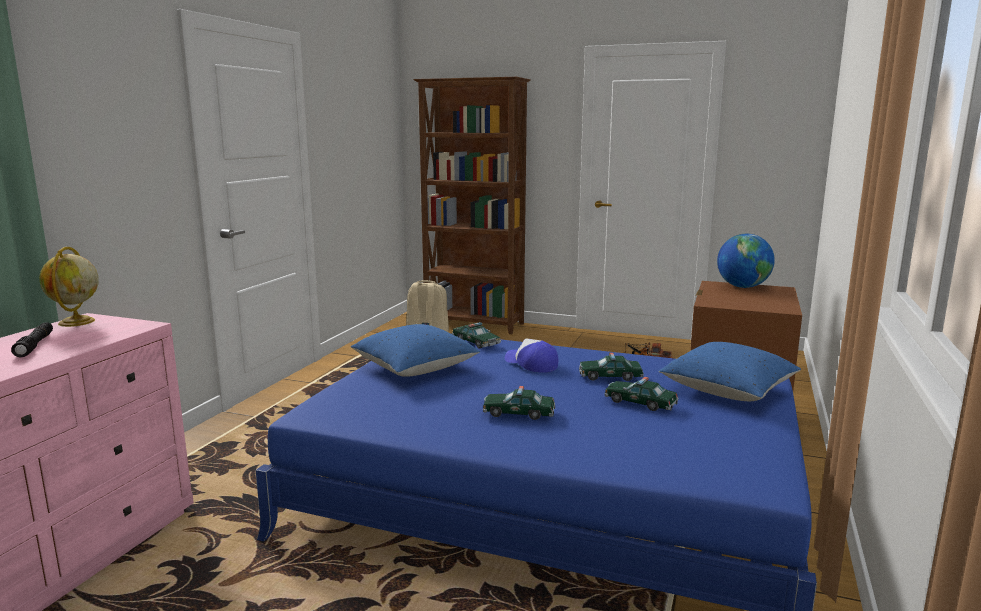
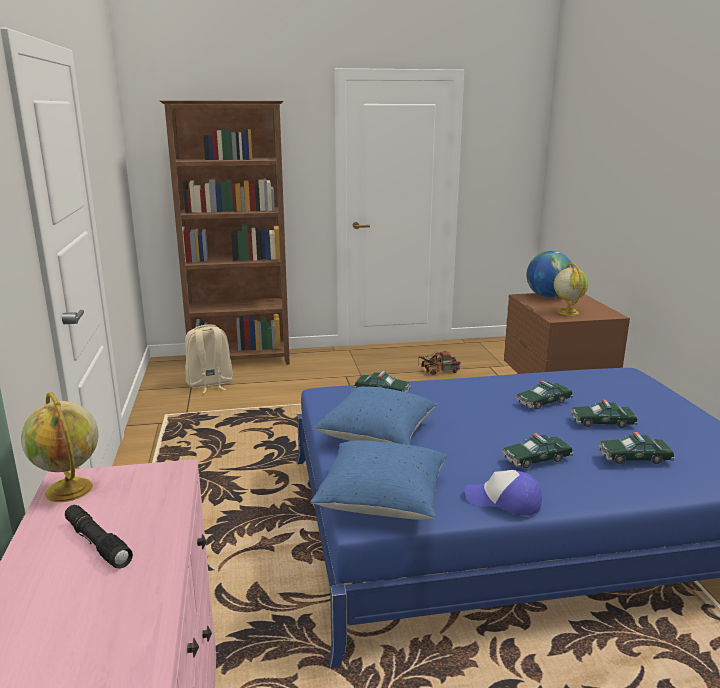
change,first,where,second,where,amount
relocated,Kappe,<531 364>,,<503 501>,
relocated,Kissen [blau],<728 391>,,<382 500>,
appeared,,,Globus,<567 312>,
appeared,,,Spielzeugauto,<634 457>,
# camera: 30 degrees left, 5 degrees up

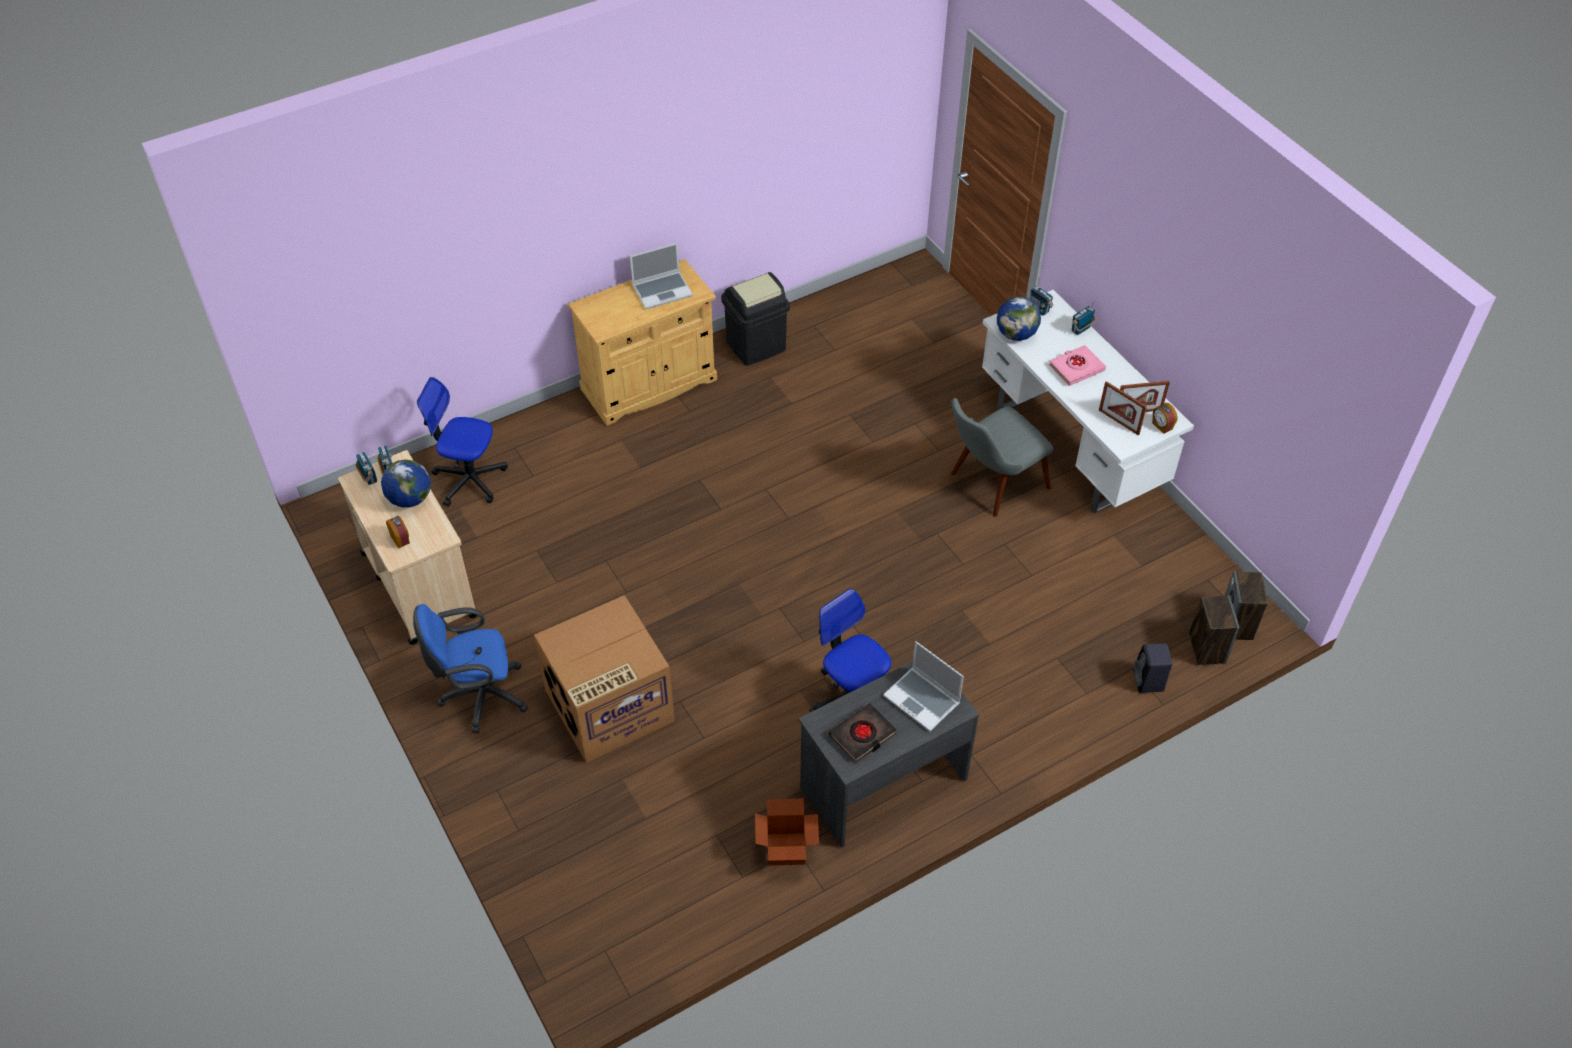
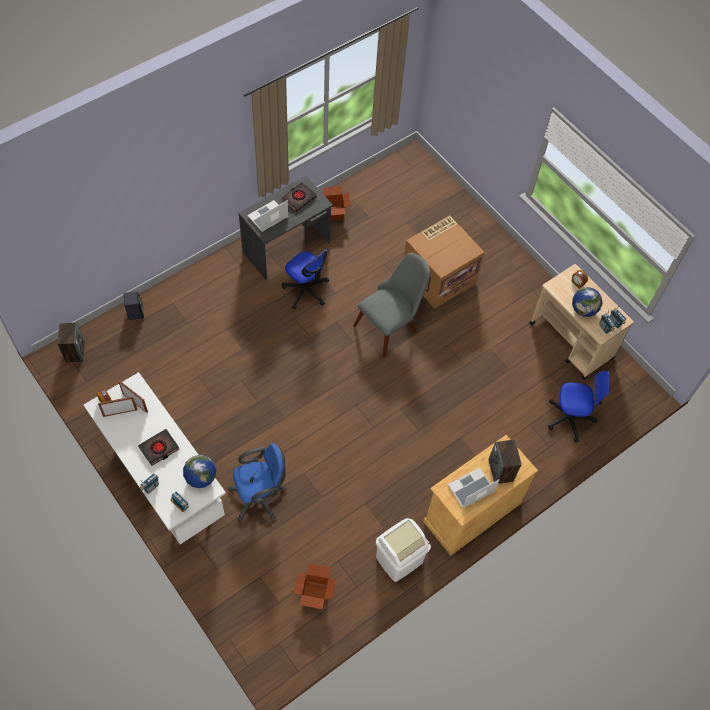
change,first,where,second,where,amount
colour,Mülleimer [schwarz],<756 346>,Mülleimer [weiß],<399 559>,
colour,Buch [rosa],<1076 368>,Buch [schwarz],<159 448>,
relocated,Stuhl [grau],<990 485>,,<391 324>,
relocated,Lautsprecher,<1206 648>,,<501 471>,
relocated,Bürostuhl [blau],<479 696>,,<260 496>,
spun,Laptop,<923 700>,,<268 217>,75 degrees counterclockwise
appeared,,,Karton,<315 593>,
# camera: 170 degrees right, 10 degrees up

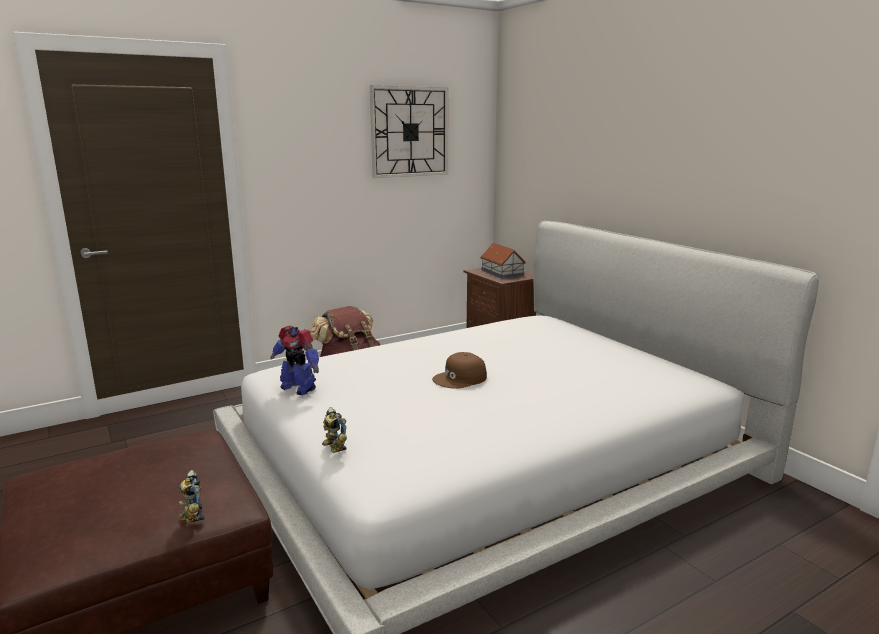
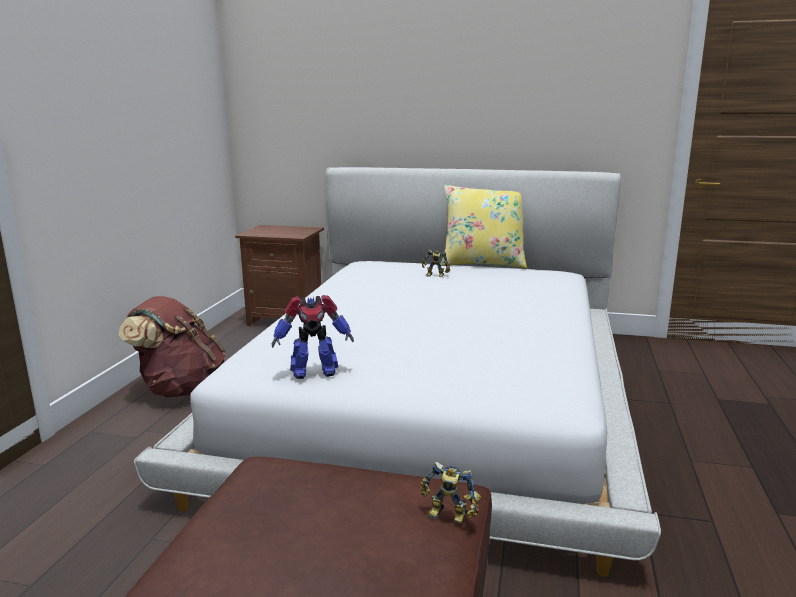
change,first,where,second,where,amount
missing,Wanduhr,<410 132>,,,
missing,Spielzeughaus,<502 272>,,,
missing,Kappe [braun],<460 379>,,,
relocated,Spielzeugroboter,<332 447>,,<435 276>,
appeared,,,Kissen [gelb],<483 263>,
# camera: 45 degrees left, 0 degrees up

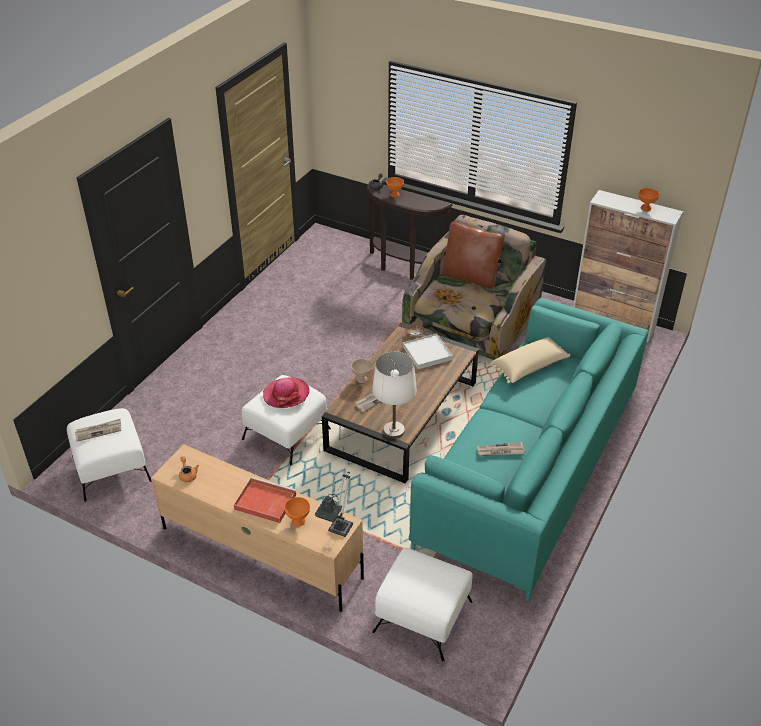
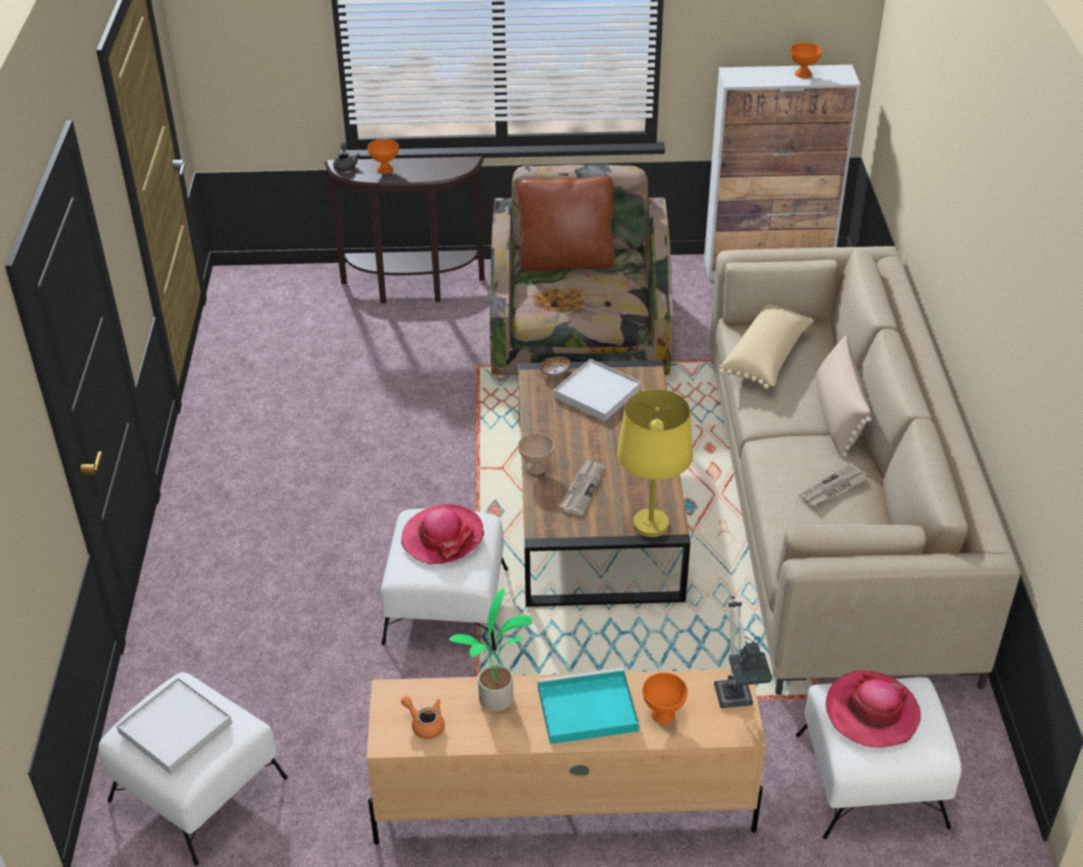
change,first,where,second,where,amount
colour,Sofa [türkis],<529 468>,Sofa [beige],<830 507>,
colour,Tischlampe [weiß],<393 430>,Tischlampe [gelb],<650 524>,
exchanged,Zeitung,<99 431>,Tablett [weiß],<175 728>,
colour,Tablett [rot],<264 502>,Tablett [türkis],<585 710>,
appeared,,,Kissen [beige],<838 415>,
appeared,,,Topfpflanze,<497 701>,
appeared,,,Hut,<871 712>,
# camera: 30 degrees left, 0 degrees up

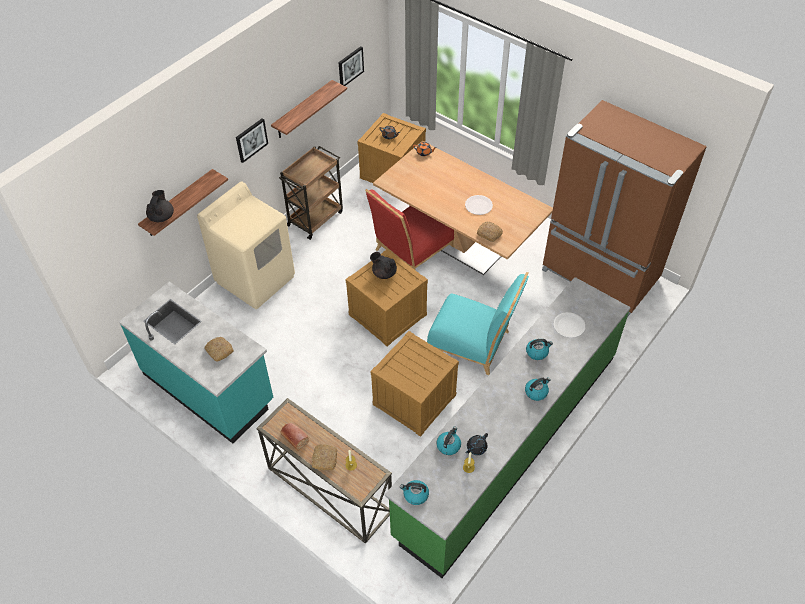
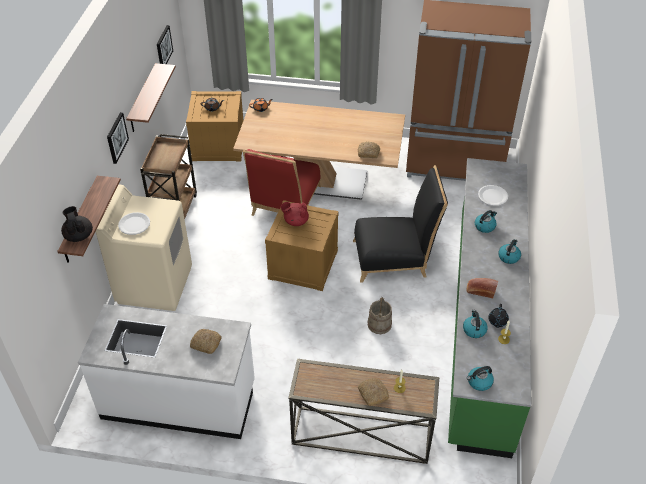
change,first,where,second,where,amount
relocated,Teller [weiß],<478 205>,,<134 224>,
colour,Teekanne [schwarz],<384 273>,Teekanne [rot],<295 221>,
colour,Stuhl [türkis],<473 344>,Stuhl [schwarz],<394 258>,
colour,Küchenzeile [türkis],<209 387>,Küchenzeile [weiß],<179 400>,
exchanged,Kiste,<414 400>,Eimer [beige],<379 324>,
relocated,Brot,<294 438>,,<480 291>,
# camera: 30 degrees left, 5 degrees down

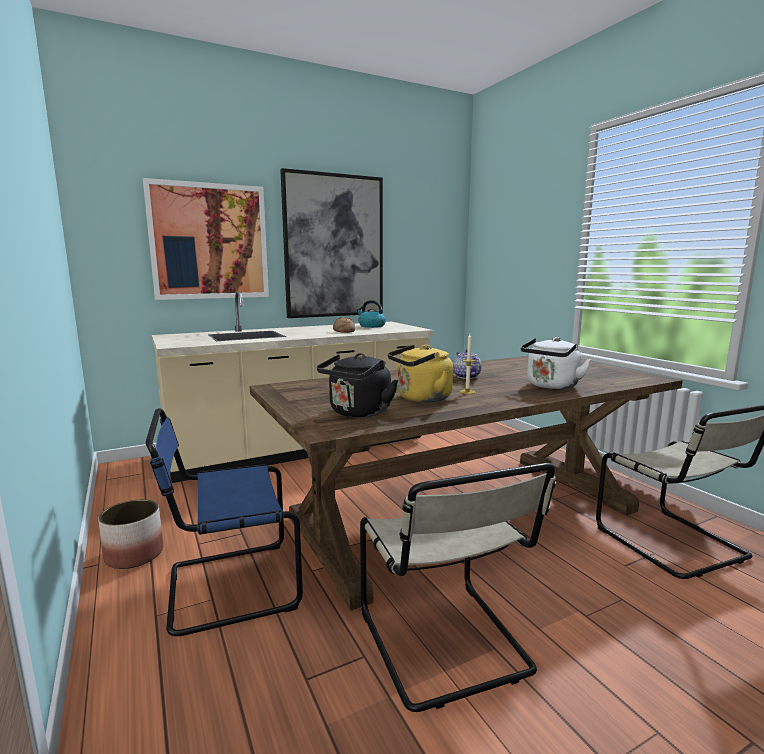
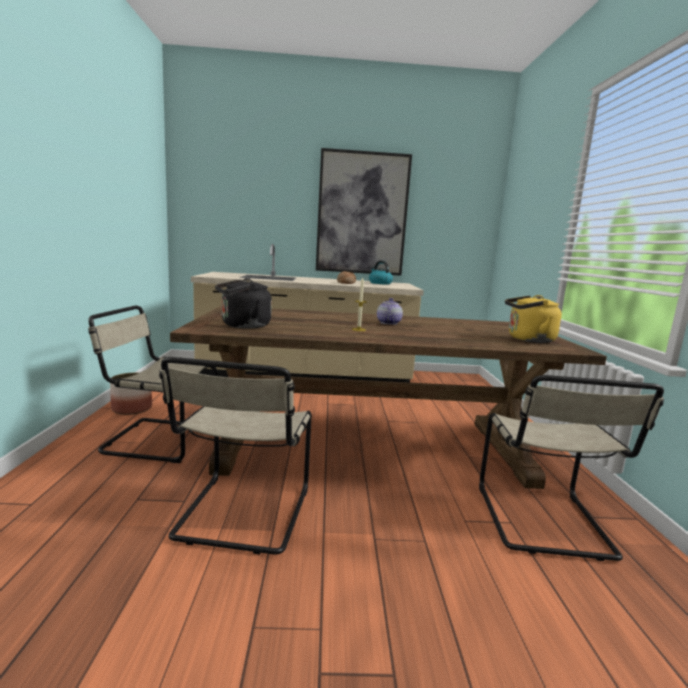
change,first,where,second,where,amount
missing,Bild,<209 242>,,,
missing,Wasserkessel [weiß],<551 386>,,,
relocated,Wasserkessel [gelb],<421 398>,,<528 340>,
colour,Stuhl [blau],<227 587>,Stuhl [beige],<157 439>,
# camera: 25 degrees right, 0 degrees up

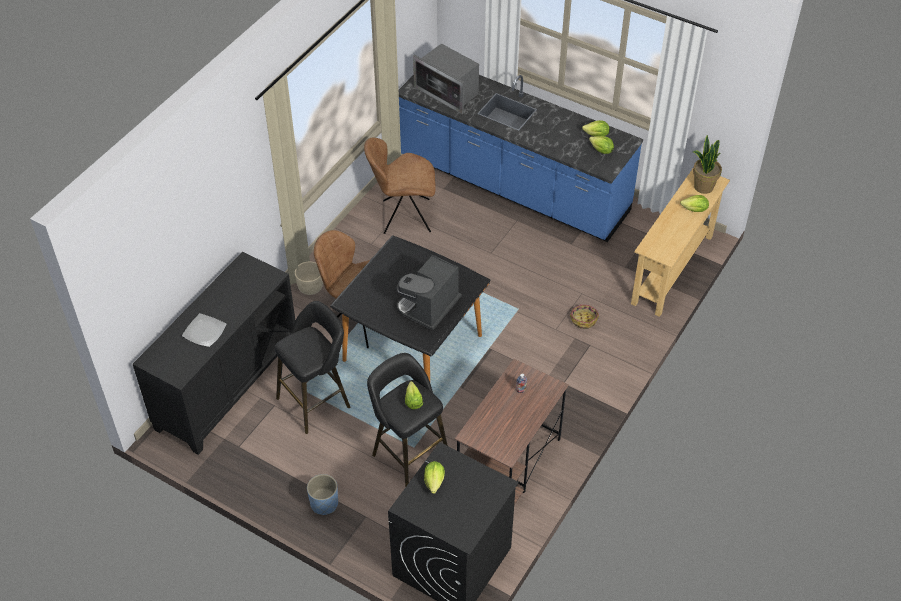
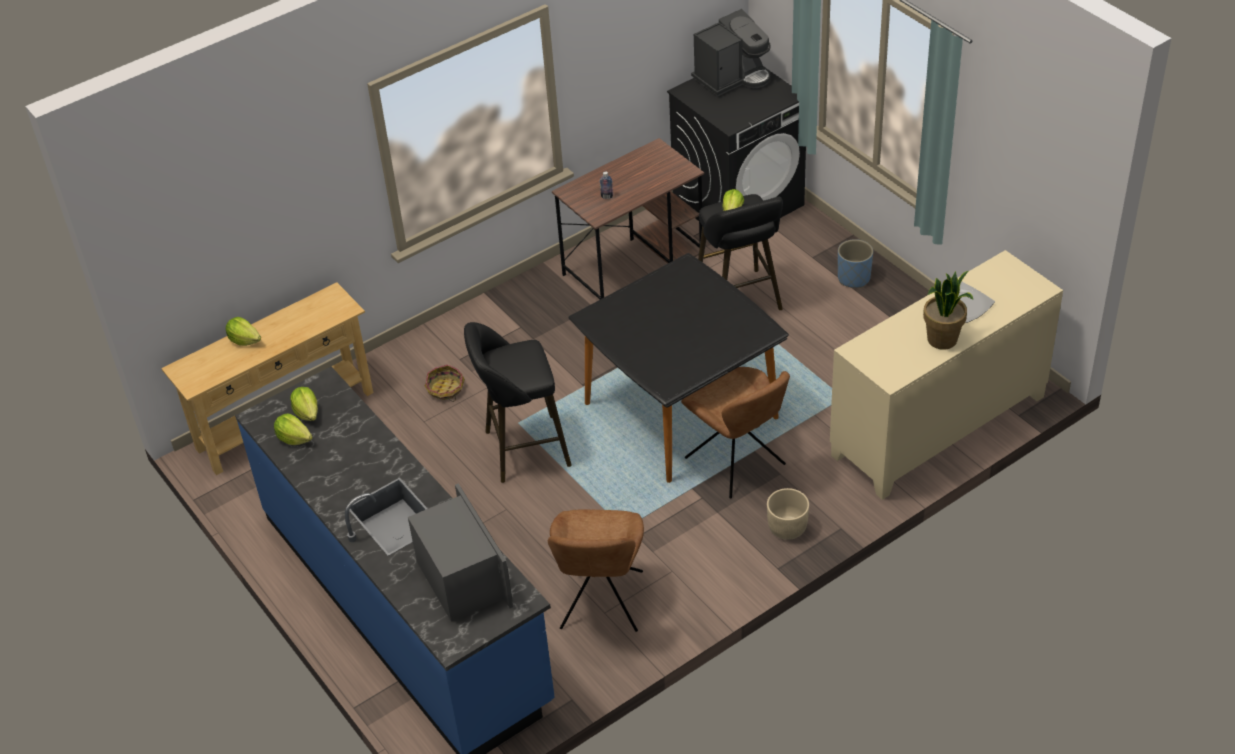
change,first,where,second,where,amount
relocated,Topfpflanze,<703 186>,,<942 340>,
spun,Stuhl [braun],<404 216>,,<601 603>,75 degrees clockwise
colour,Schrank [schwarz],<227 385>,Schrank [beige],<939 427>,
relocated,Kaffeemaschine,<429 308>,,<732 77>,
relocated,Hocker [schwarz],<317 400>,,<522 450>,
missing,Salatkopf,<434 481>,,,
# camera: 155 degrees left, 5 degrees down

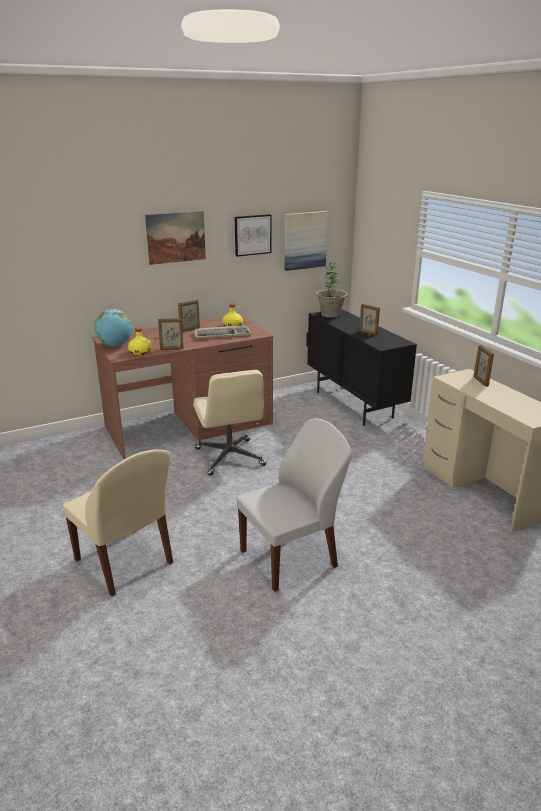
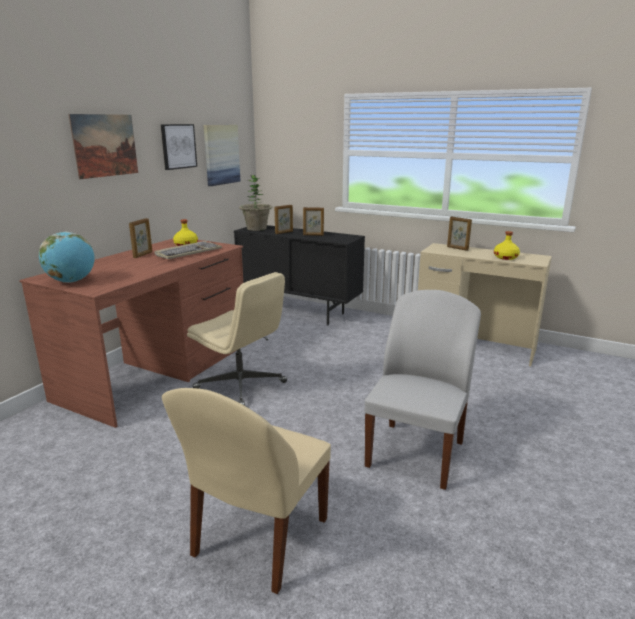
change,first,where,second,where,amount
relocated,Bilderrahmen,<172 349>,,<284 232>,
relocated,Flasche [gelb],<140 352>,,<506 257>,
spun,Stuhl [beige],<125 563>,,<258 540>,105 degrees clockwise
# camera: 35 degrees left, 5 degrees down

